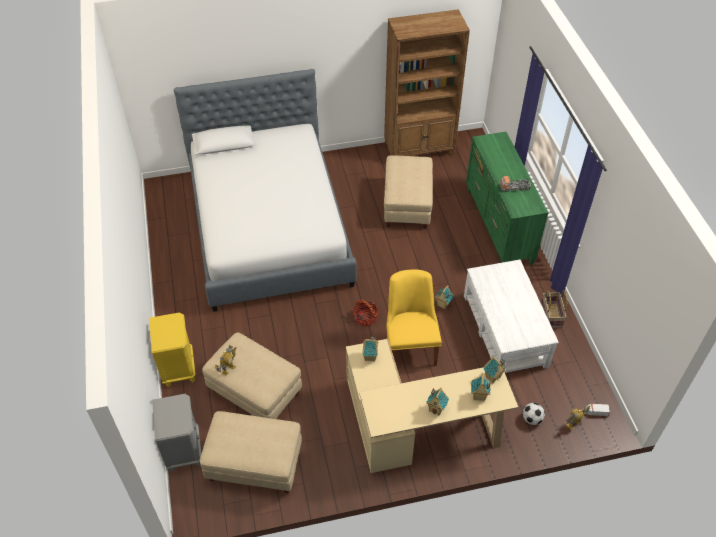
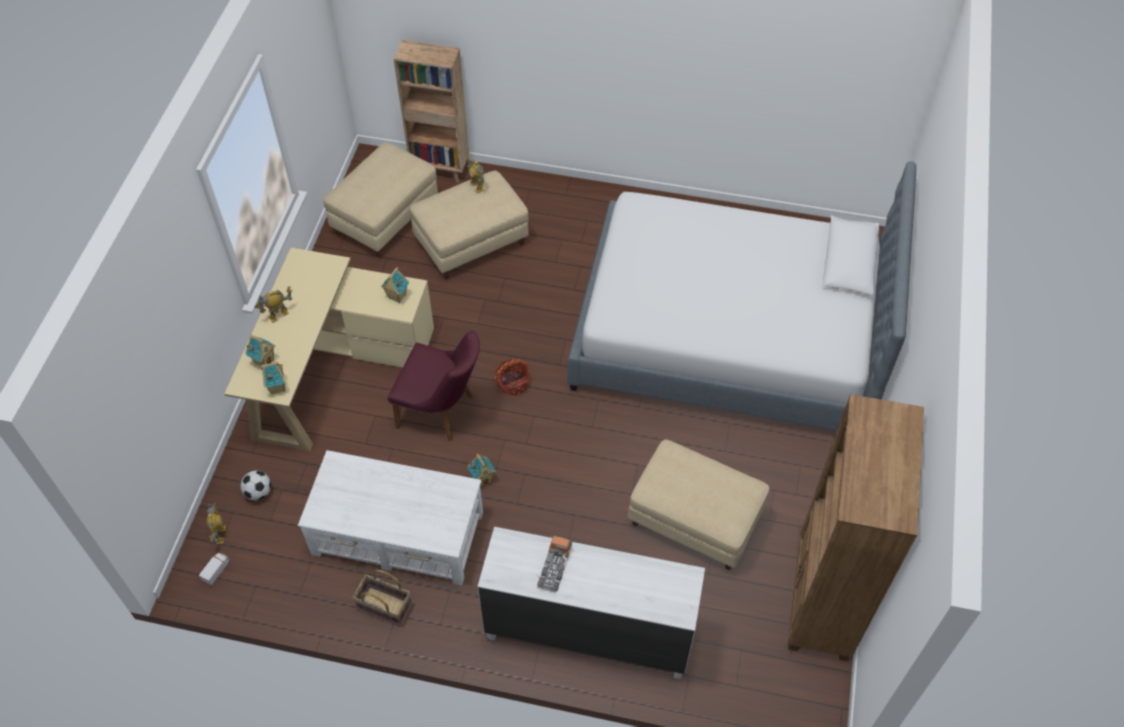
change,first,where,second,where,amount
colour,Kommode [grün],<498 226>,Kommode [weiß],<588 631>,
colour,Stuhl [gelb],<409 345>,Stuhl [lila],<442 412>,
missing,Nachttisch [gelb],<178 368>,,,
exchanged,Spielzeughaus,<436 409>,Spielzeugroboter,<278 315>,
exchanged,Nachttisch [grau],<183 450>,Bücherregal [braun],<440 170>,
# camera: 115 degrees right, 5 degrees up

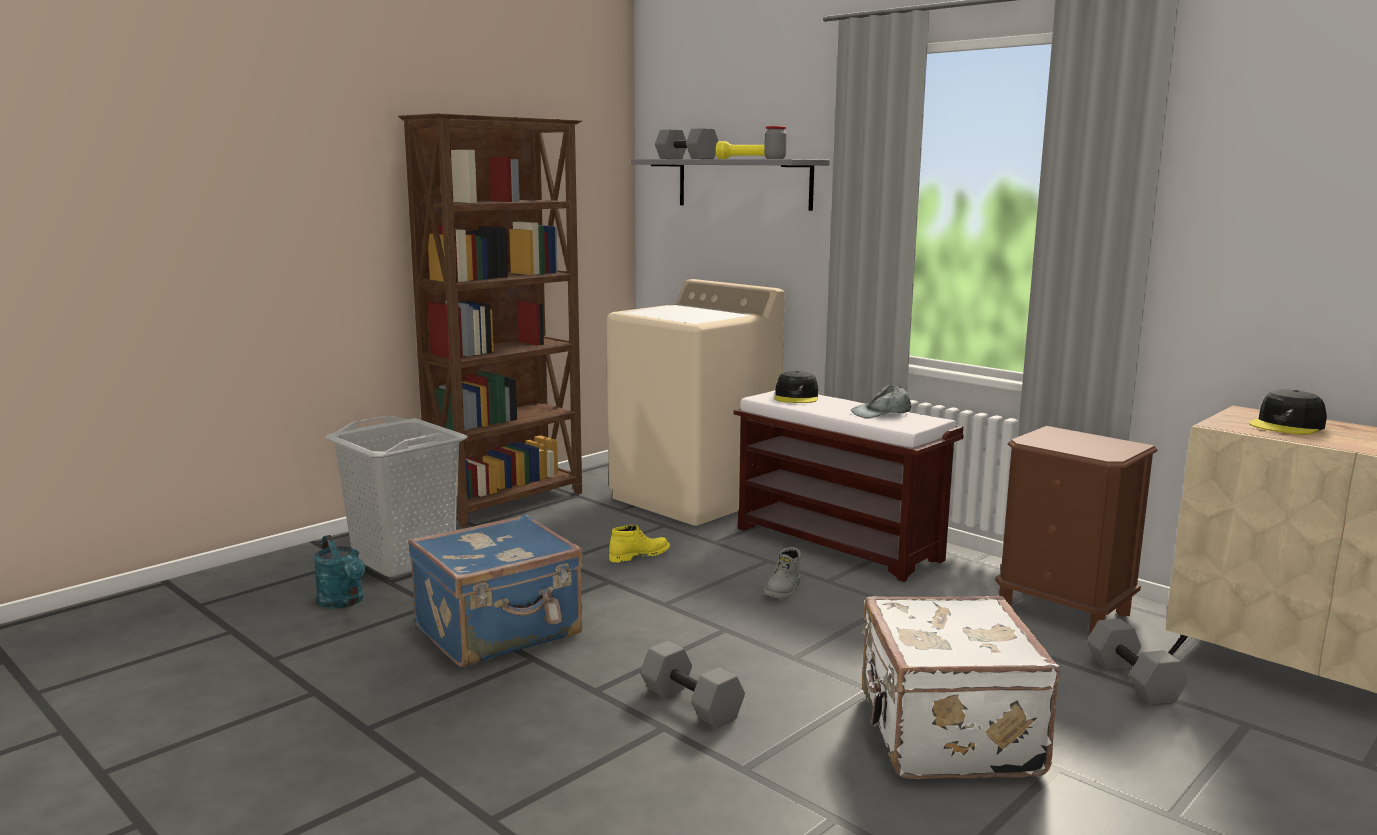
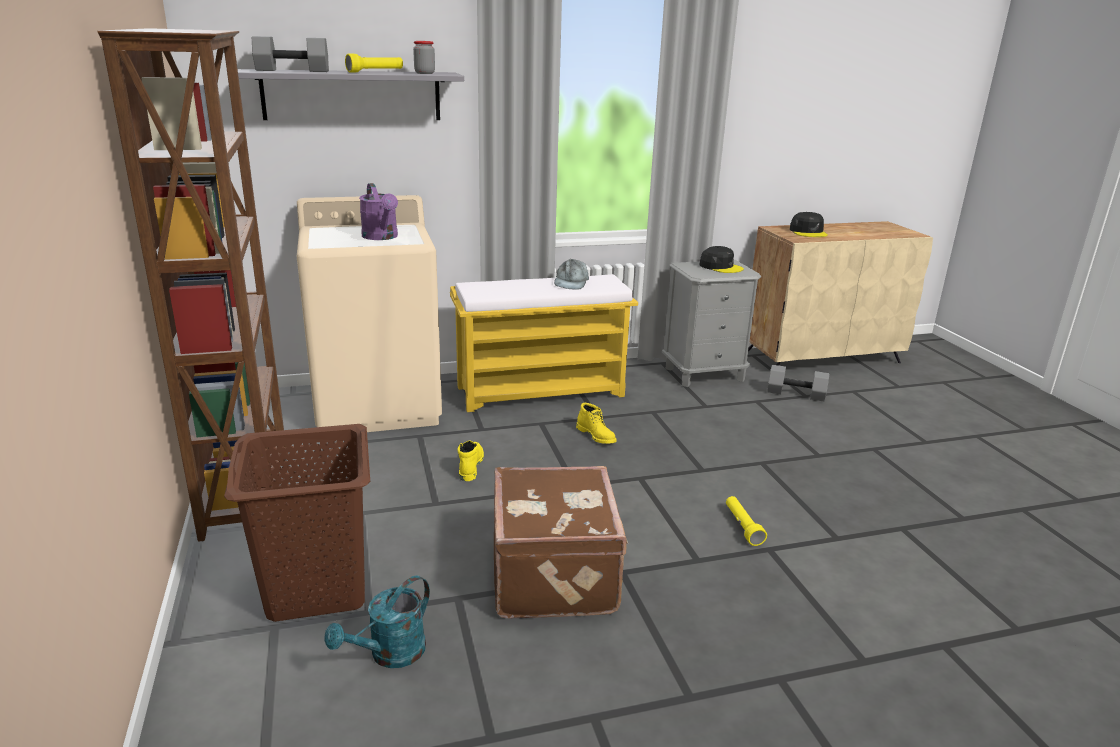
change,first,where,second,where,amount
relocated,Kappe [schwarz],<796 397>,,<721 267>,
colour,Bank [braun],<839 544>,Bank [gelb],<542 391>,
colour,Wäschekorb [grau],<404 558>,Wäschekorb [braun],<316 587>,
colour,Nachttisch [braun],<1064 610>,Nachttisch [grau],<704 374>,
colour,Koffer [blau],<500 632>,Koffer [braun],<556 575>,
spun,Gießkanne [türkis],<343 602>,,<390 655>,135 degrees clockwise
colour,Stiefel [grau],<784 589>,Stiefel [gelb],<596 436>,
missing,Koffer [weiß],<945 735>,,,
exchanged,Hantel [grau],<693 703>,Taschenlampe [gelb],<742 526>,
appeared,,,Gießkanne [lila],<382 237>,
# camera: 60 degrees left, 10 degrees up

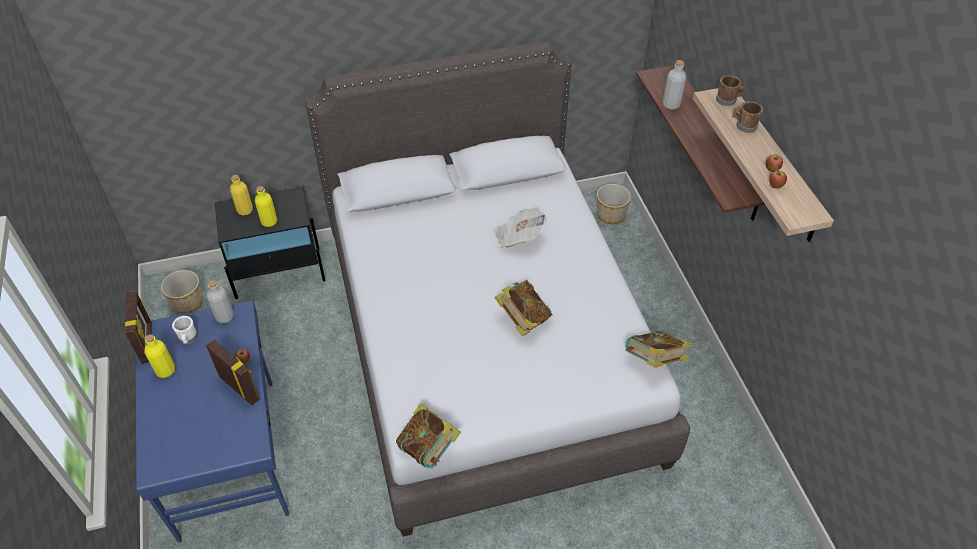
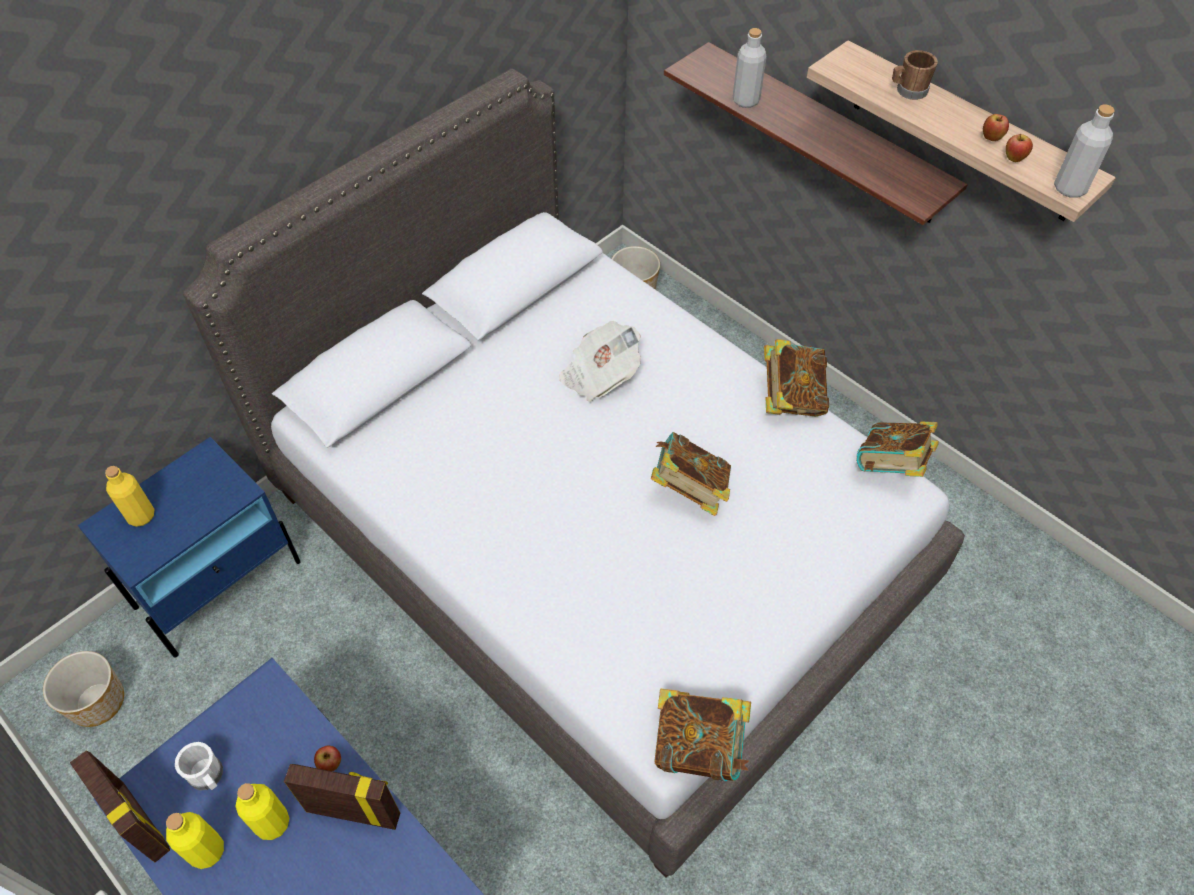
change,first,where,second,where,amount
missing,Henkelbecher [braun],<728 100>,,,
relocated,Flasche [gelb],<269 222>,,<272 823>,
colour,Nachttisch [schwarz],<279 273>,Nachttisch [blau],<219 584>,
relocated,Flasche [grau],<225 317>,,<1070 188>,
appeared,,,Buch,<791 398>,
# camera: 30 degrees left, 5 degrees up

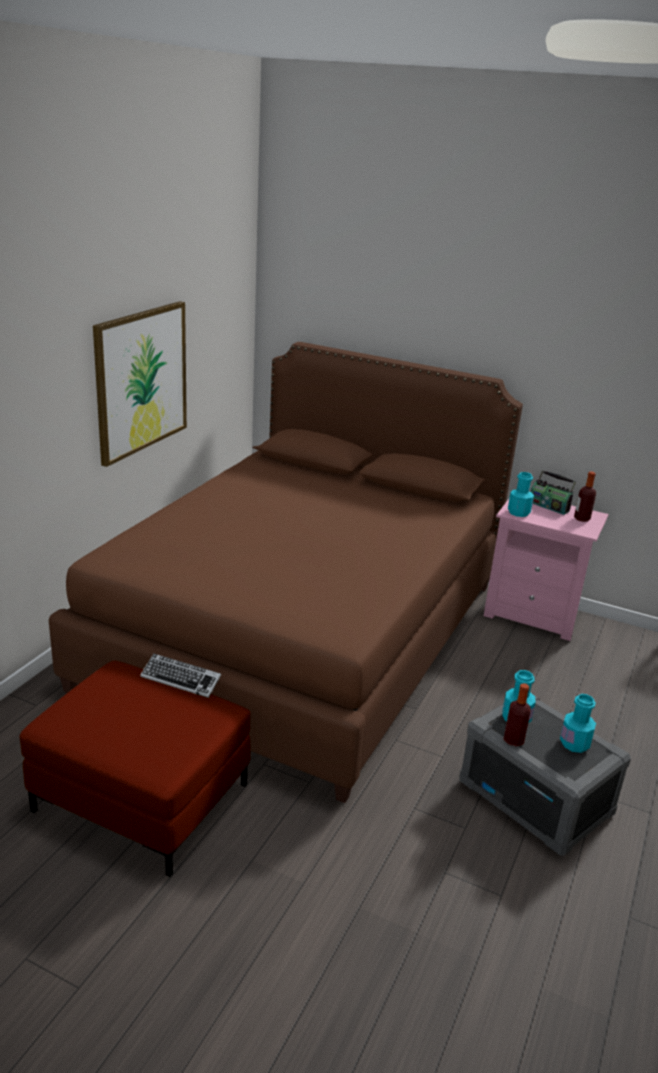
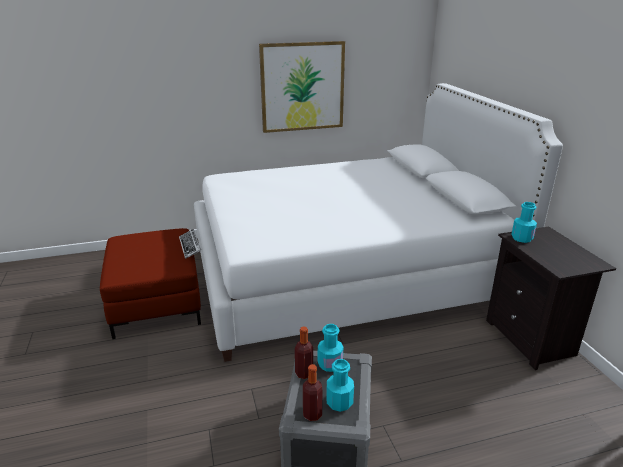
change,first,where,second,where,amount
colour,Bett [braun],<301 633>,Bett [weiß],<345 274>,
missing,Radio,<549 506>,,,
relocated,Flasche,<581 519>,,<312 414>,
colour,Nachttisch [rosa],<534 614>,Nachttisch [schwarz],<532 339>,
# camera: 50 degrees right, 0 degrees up

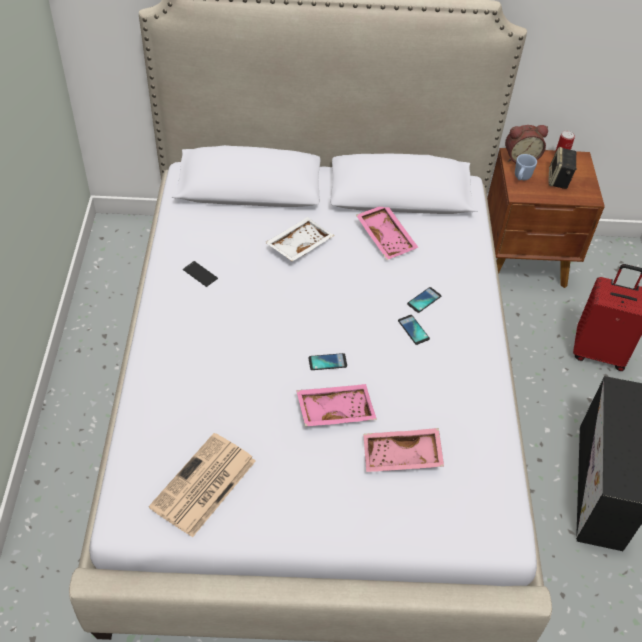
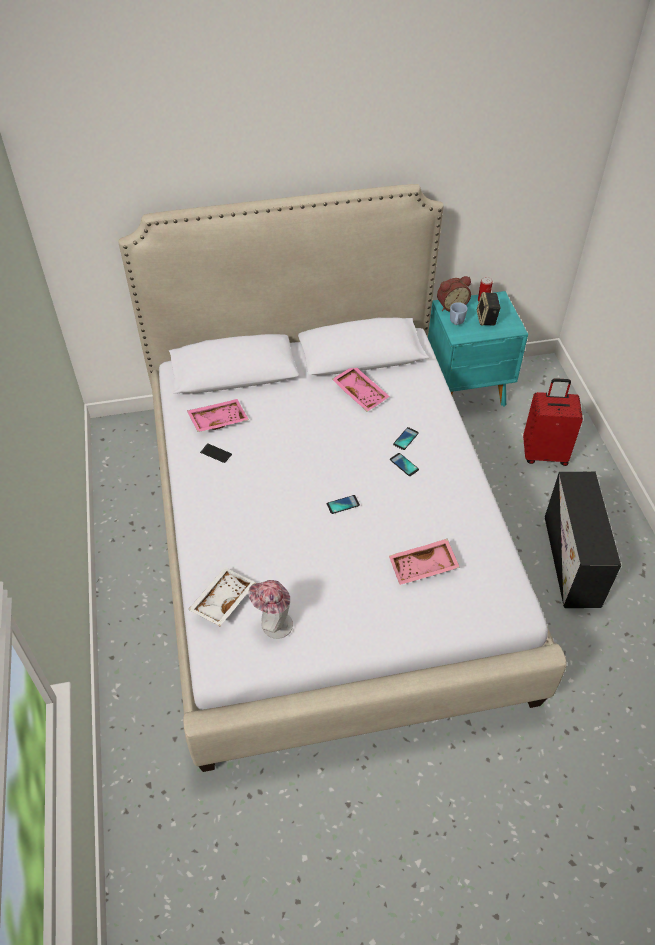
change,first,where,second,where,amount
colour,Nachttisch [braun],<525 262>,Nachttisch [türkis],<467 391>,
relocated,Tablett [weiß],<298 245>,,<222 600>,
relocated,Tablett [rosa],<335 410>,,<218 420>,
exchanged,Zeitung,<203 485>,Hut,<273 624>,
# camera: 10 degrees left, 0 degrees up

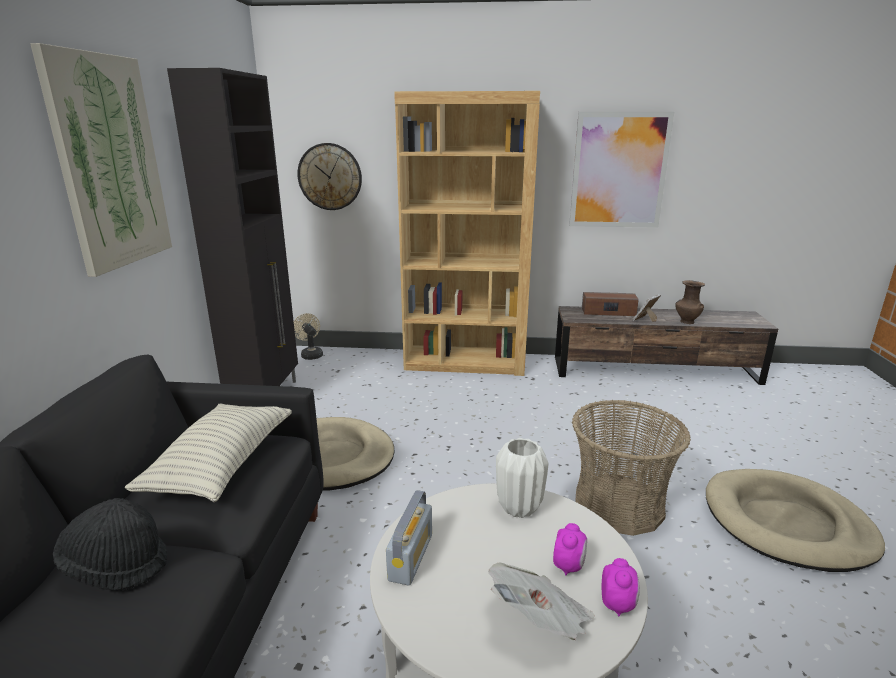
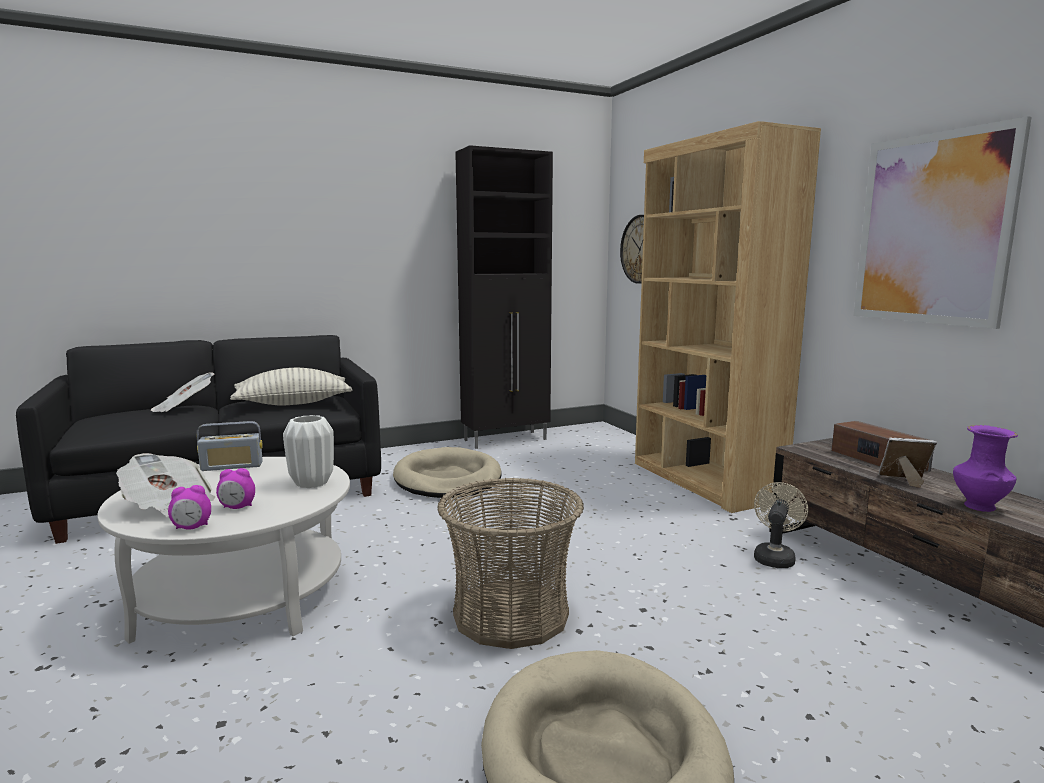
change,first,where,second,where,amount
missing,Bild,<109 162>,,,
colour,Vase [braun],<686 321>,Vase [lila],<978 506>,
relocated,Ventilator [beige],<310 354>,,<774 557>,
exchanged,Hut [schwarz],<117 565>,Zeitung,<184 408>,
# camera: 60 degrees right, 10 degrees down

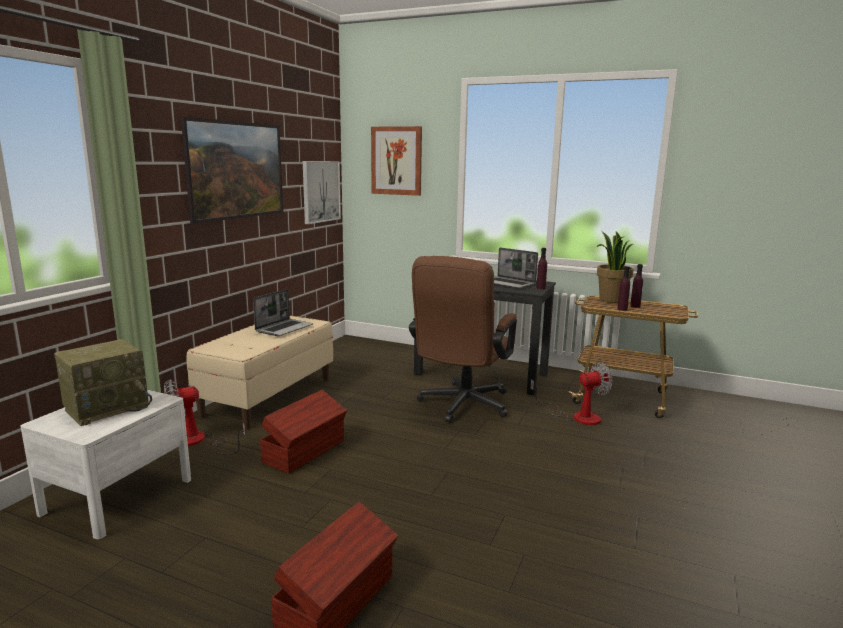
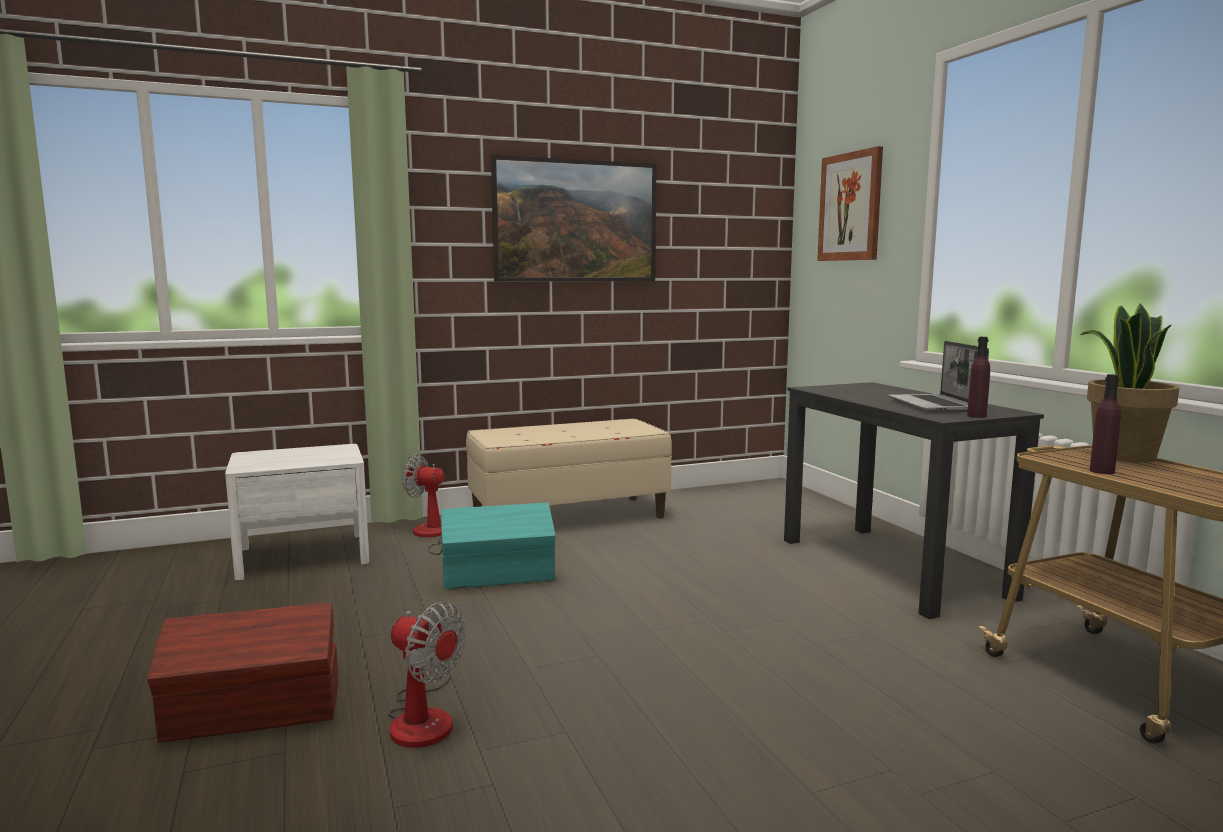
change,first,where,second,where,amount
missing,Bild,<320 191>,,,
missing,Bürostuhl [braun],<461 406>,,,
missing,Flasche [lila],<635 306>,,,
missing,Laptop,<284 328>,,,
missing,Radio,<107 408>,,,
relocated,Ventilator,<577 416>,,<424 716>,
colour,Aufbewahrungsbox [braun],<306 451>,Aufbewahrungsbox [türkis],<499 576>,
# camera: 45 degrees right, 5 degrees down

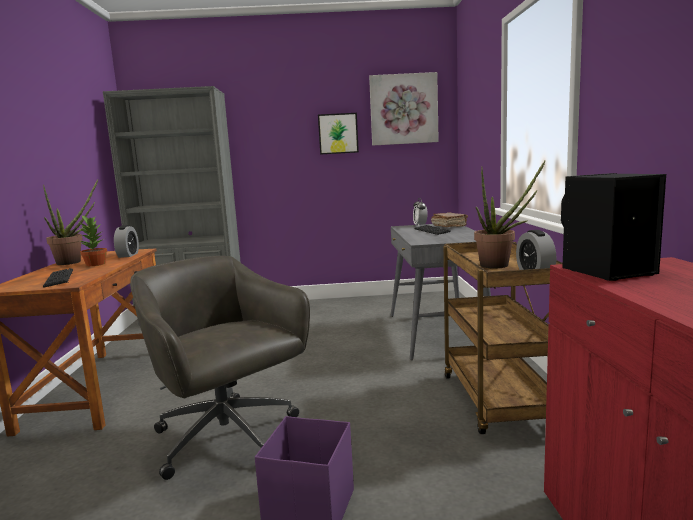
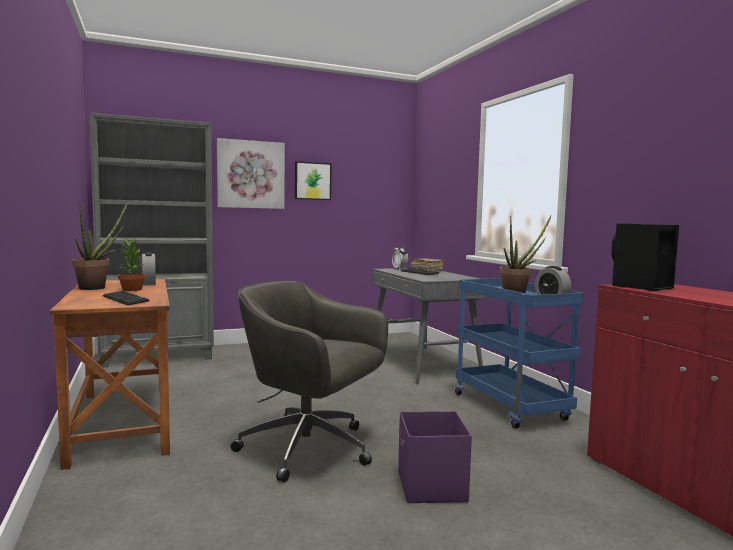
change,first,where,second,where,amount
relocated,Bild,<403 109>,,<251 174>,
colour,Rollwagen [braun],<500 402>,Rollwagen [blau],<511 408>,
# camera: 20 degrees left, 5 degrees down

